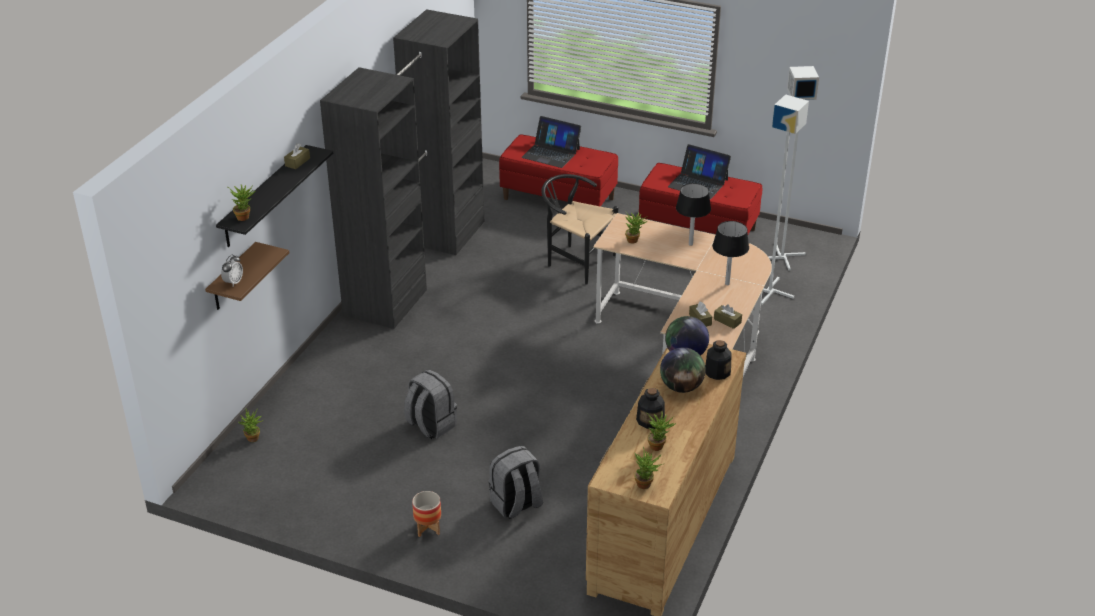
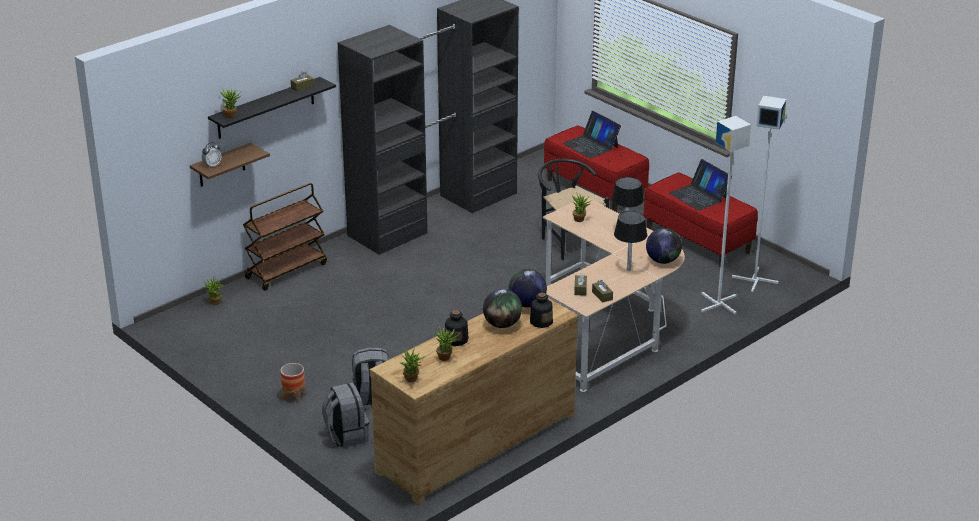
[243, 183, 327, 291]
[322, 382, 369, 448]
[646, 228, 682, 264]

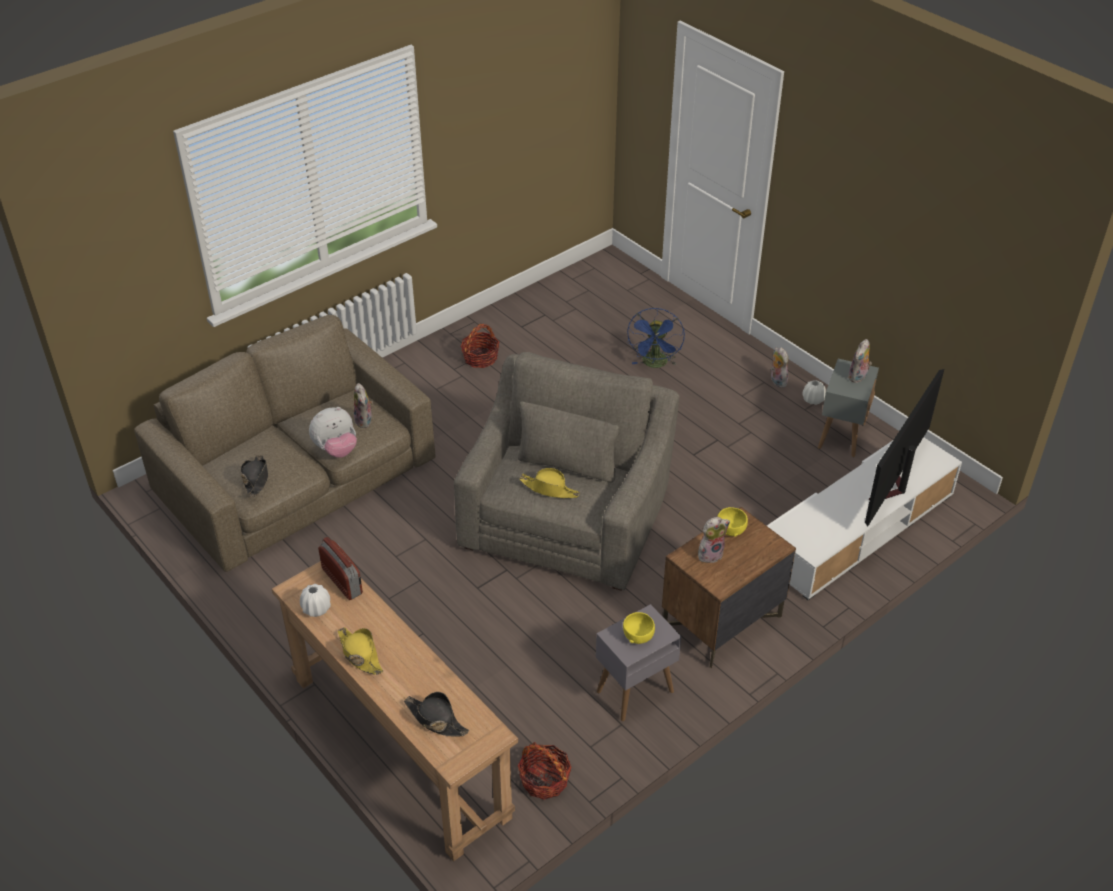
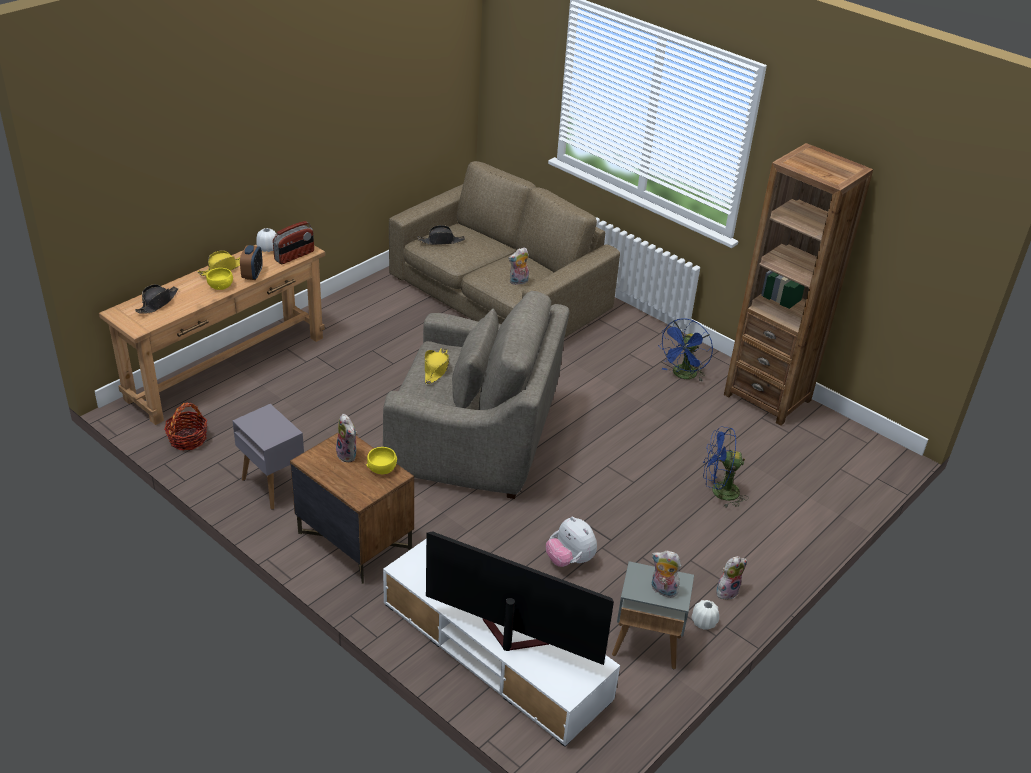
[206, 268, 233, 290]
[240, 245, 263, 280]
[546, 516, 597, 567]
[658, 318, 713, 382]
[724, 143, 873, 425]

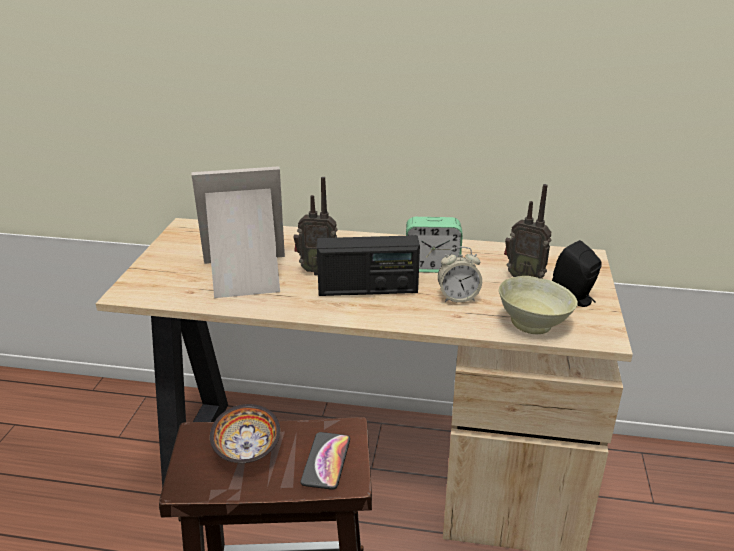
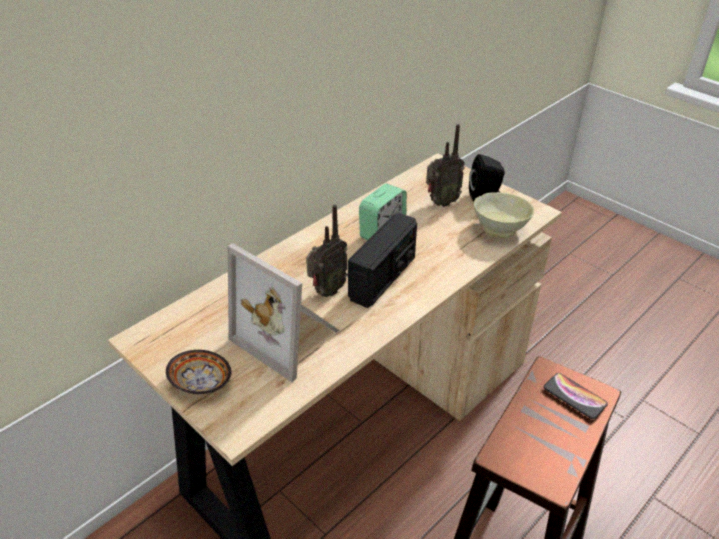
[166, 350, 231, 394]
[228, 243, 340, 382]
[438, 247, 482, 303] (first image)

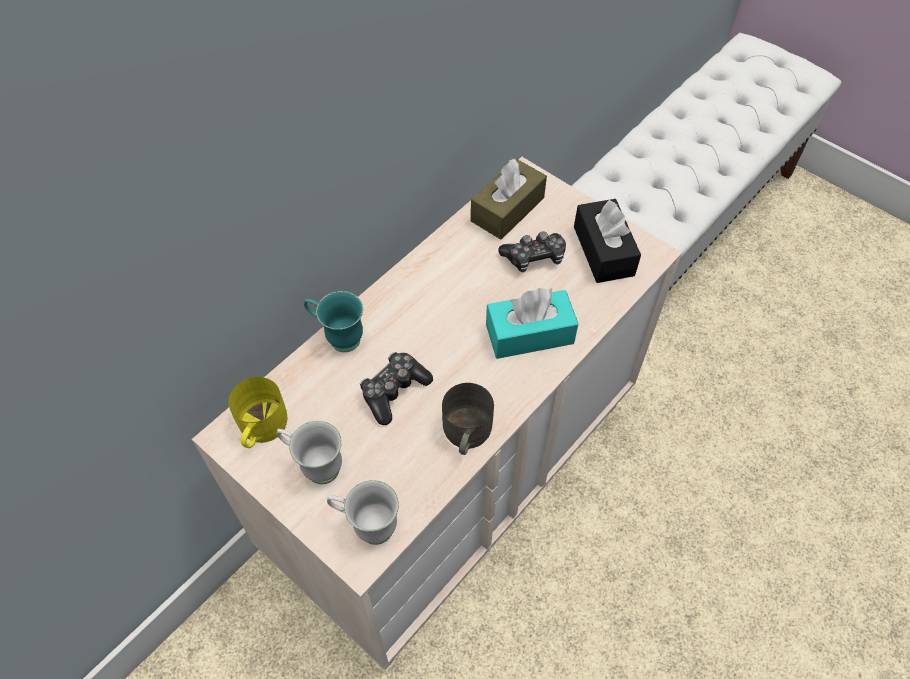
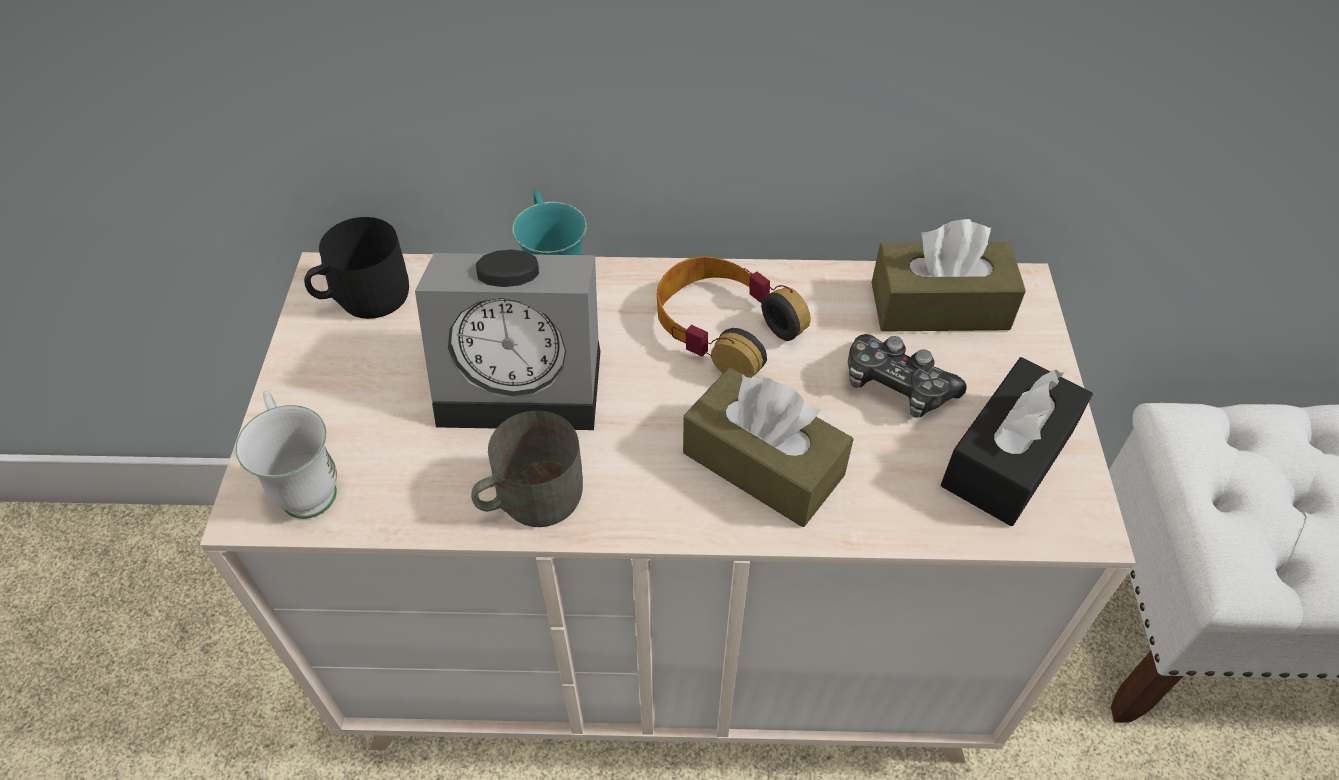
[304, 217, 409, 319]
[415, 249, 600, 430]
[657, 256, 811, 378]
[683, 368, 854, 527]
[277, 421, 342, 484] (first image)

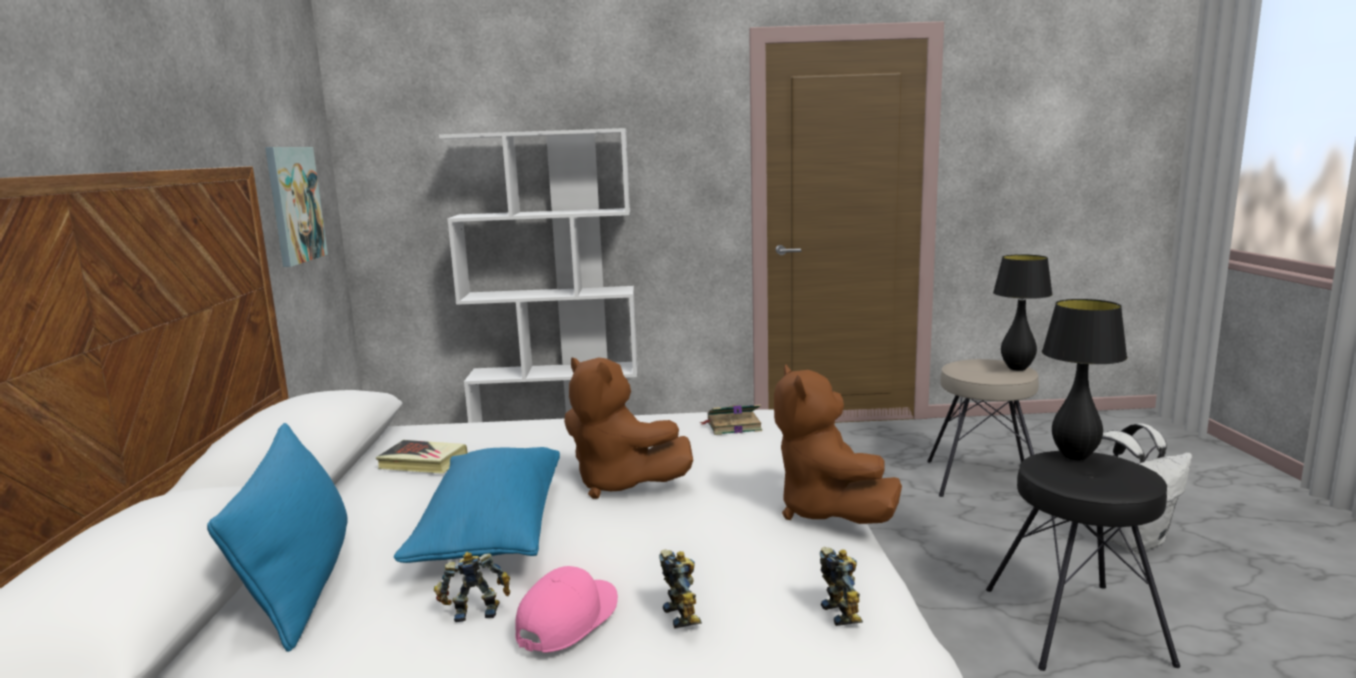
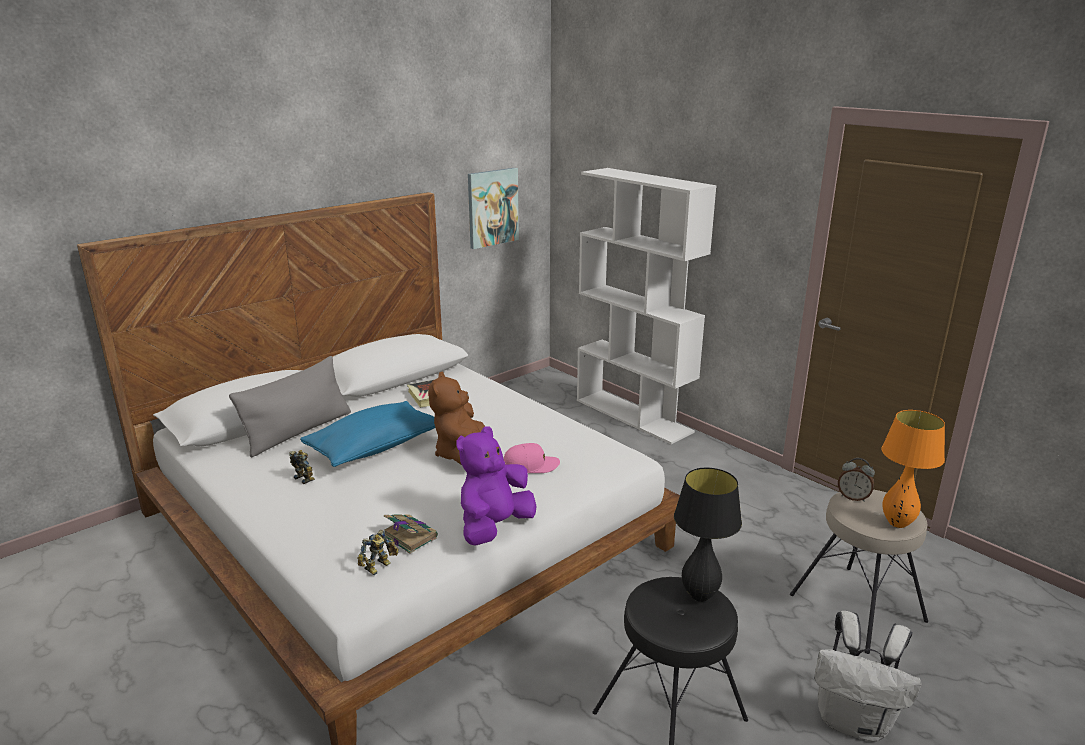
[229, 356, 351, 457]
[384, 514, 438, 554]
[456, 427, 536, 546]
[504, 443, 560, 473]
[838, 458, 875, 502]
[881, 410, 945, 528]
[659, 549, 702, 628] (first image)

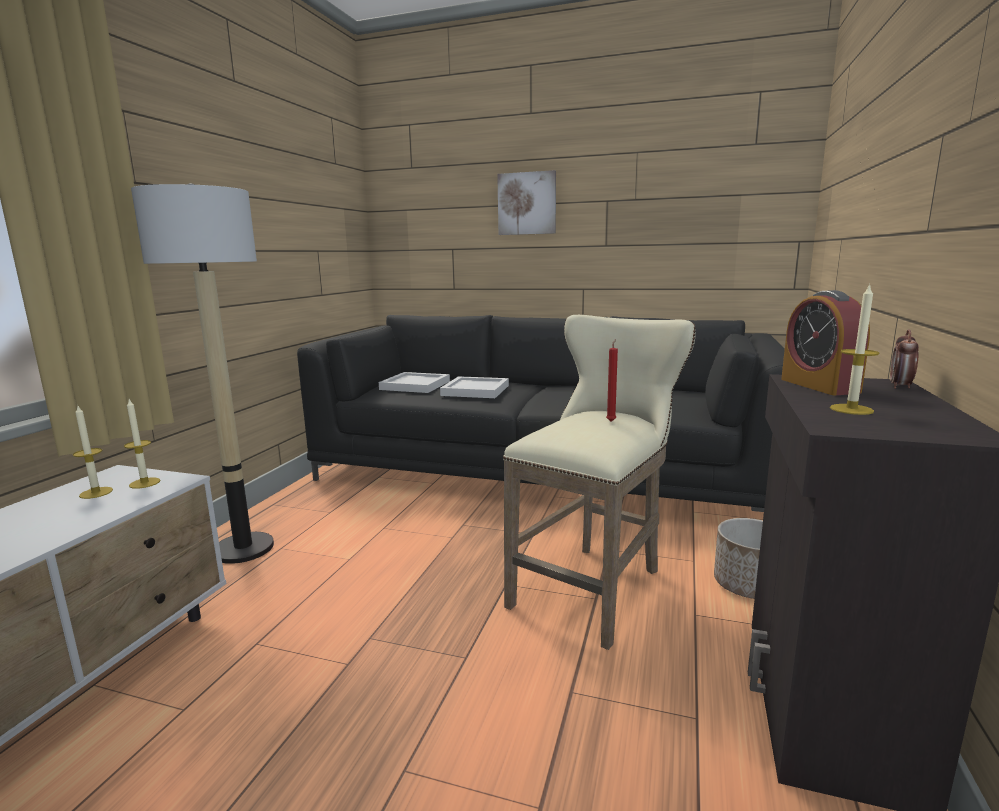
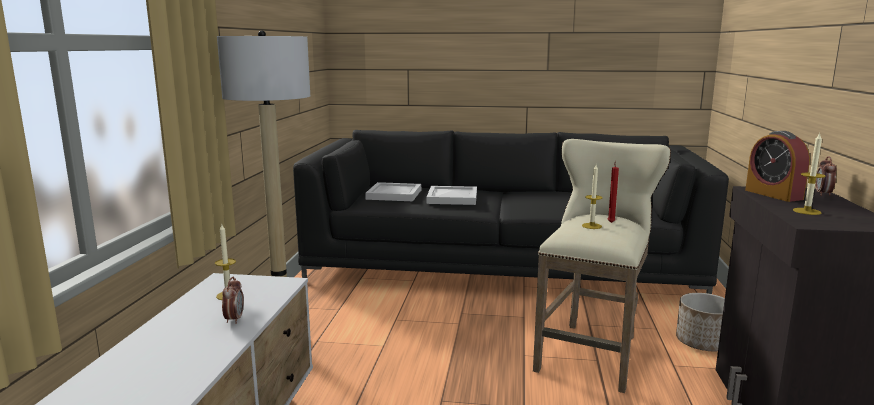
[222, 277, 244, 324]
[582, 165, 602, 229]
[497, 170, 556, 235] (first image)

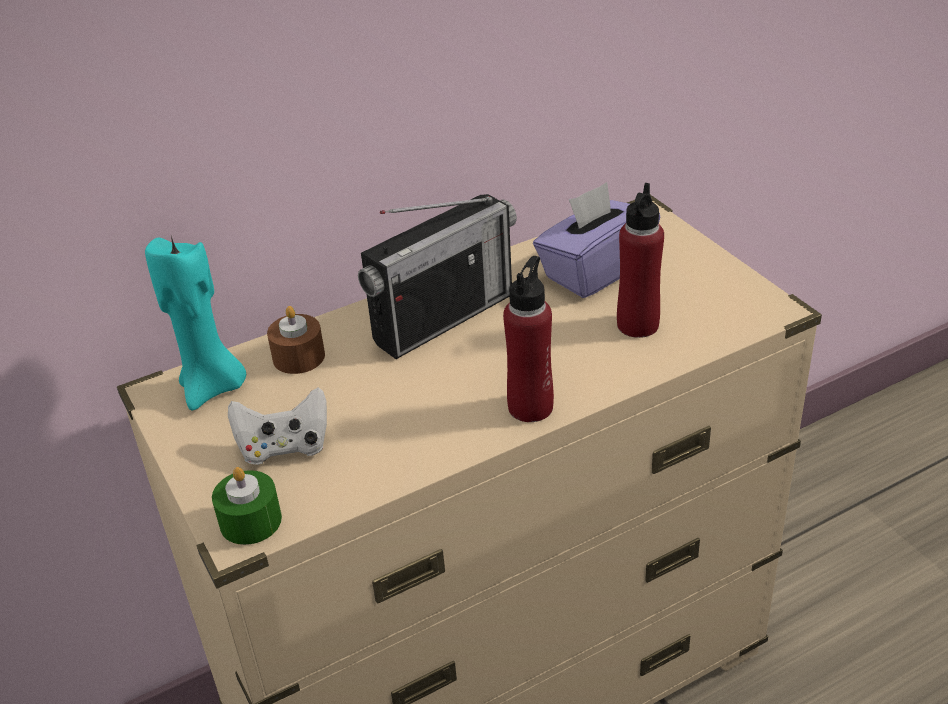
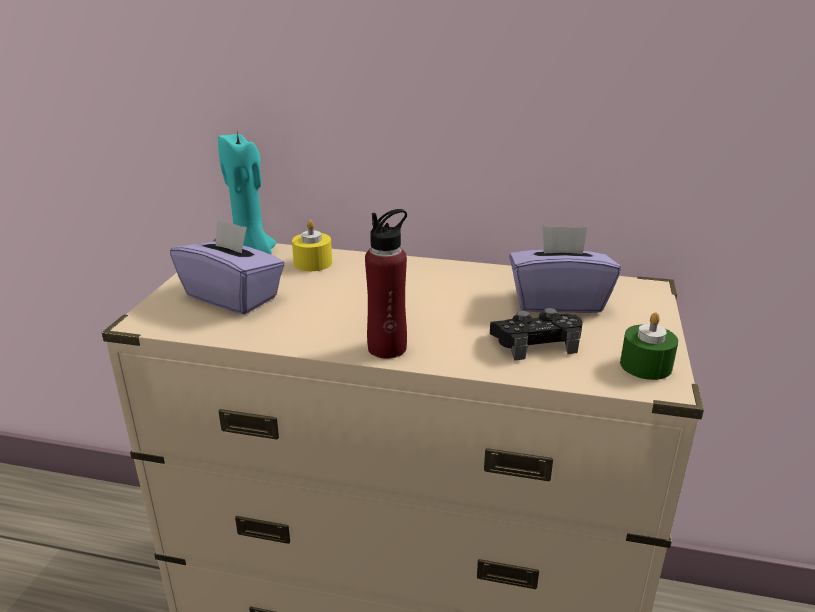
[170, 219, 285, 314]
[292, 220, 332, 271]
[490, 308, 583, 361]
[620, 312, 678, 380]
[358, 194, 517, 359] (first image)

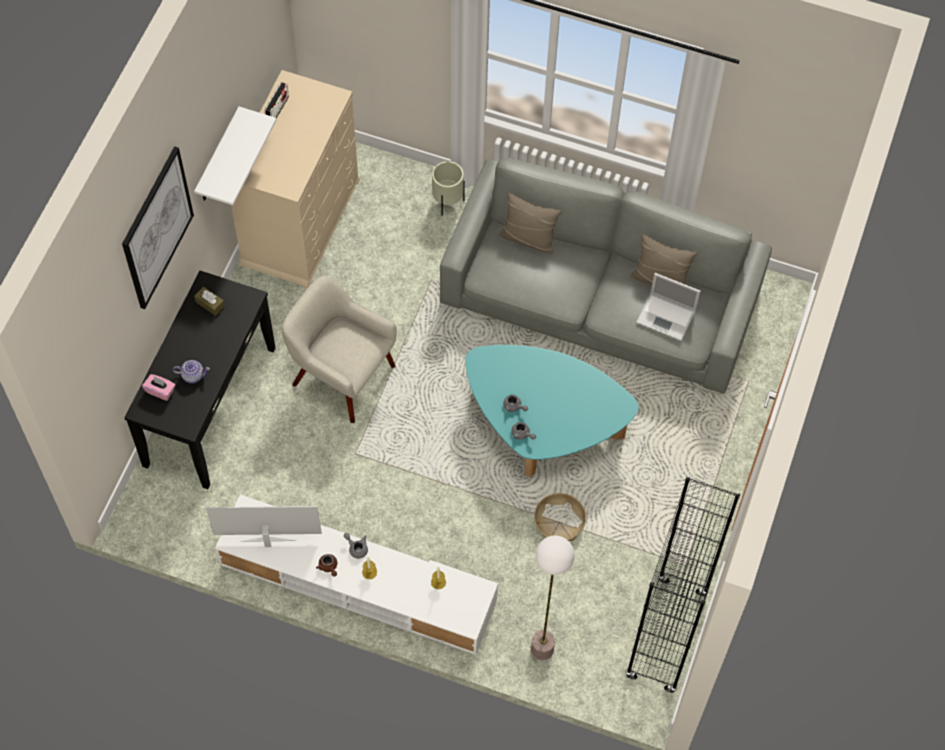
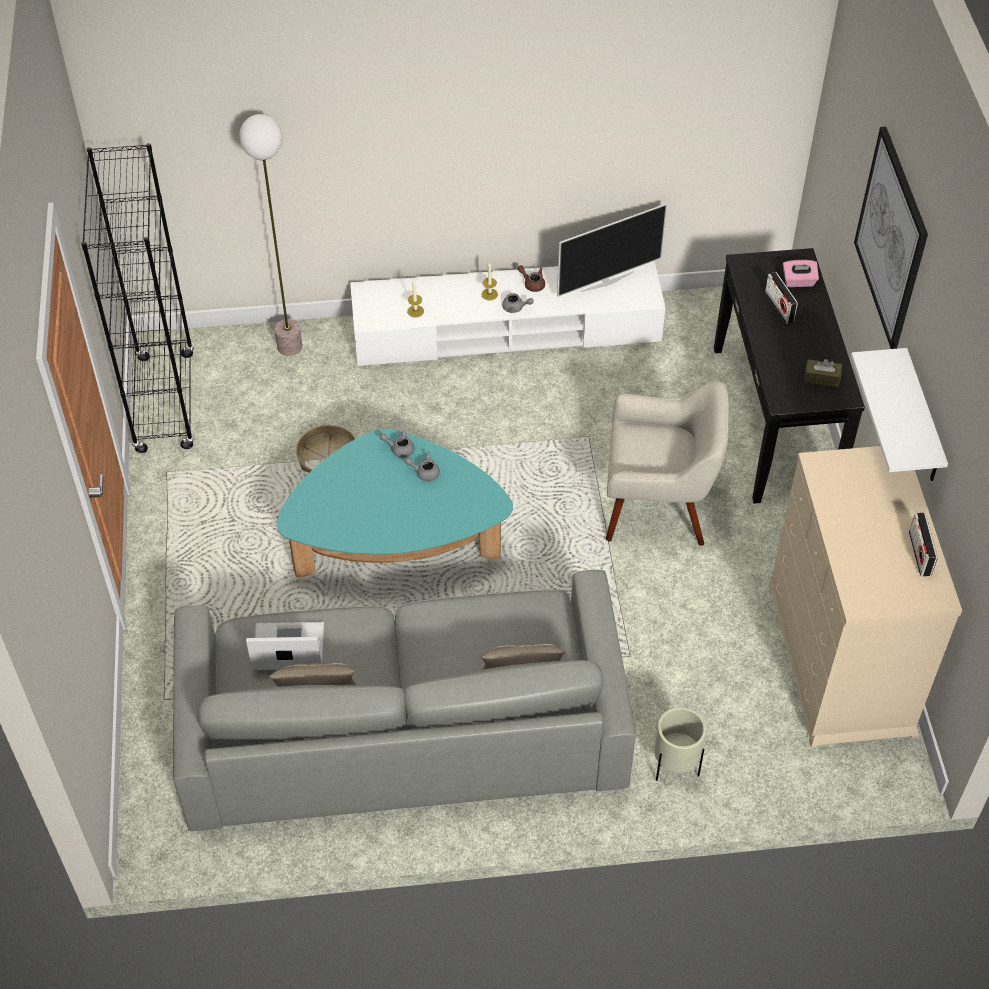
[765, 272, 798, 324]

